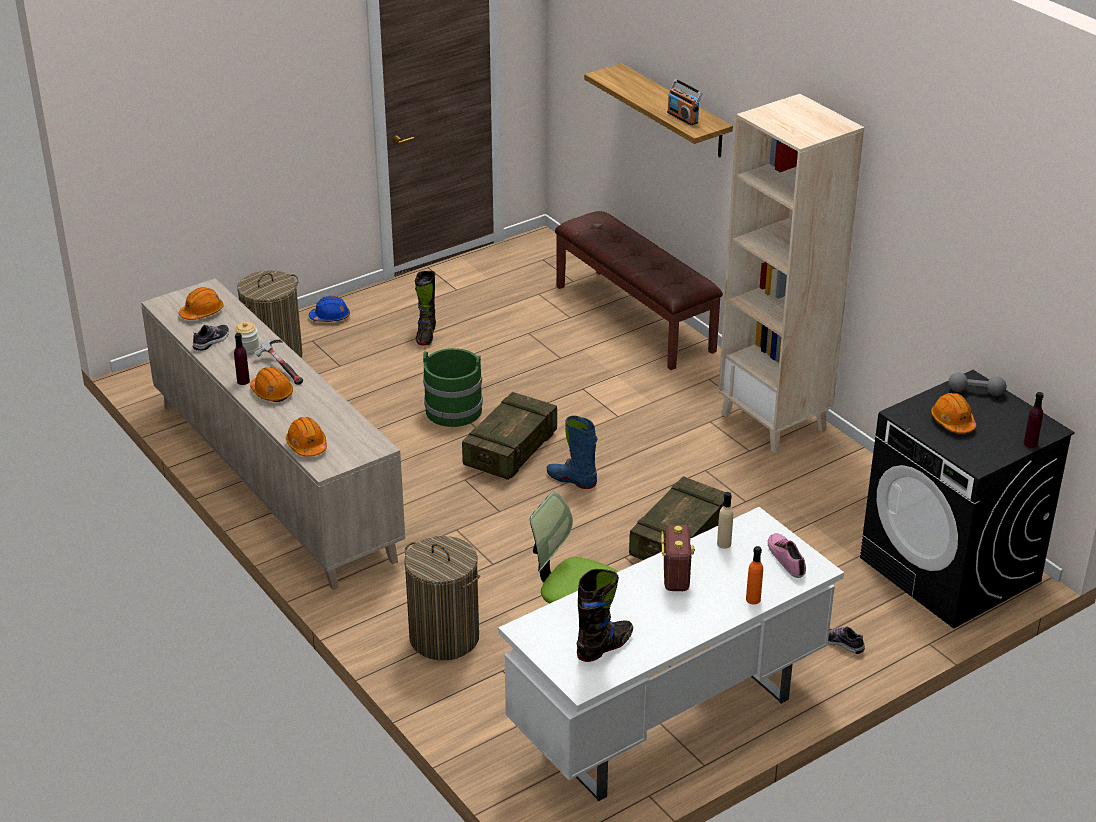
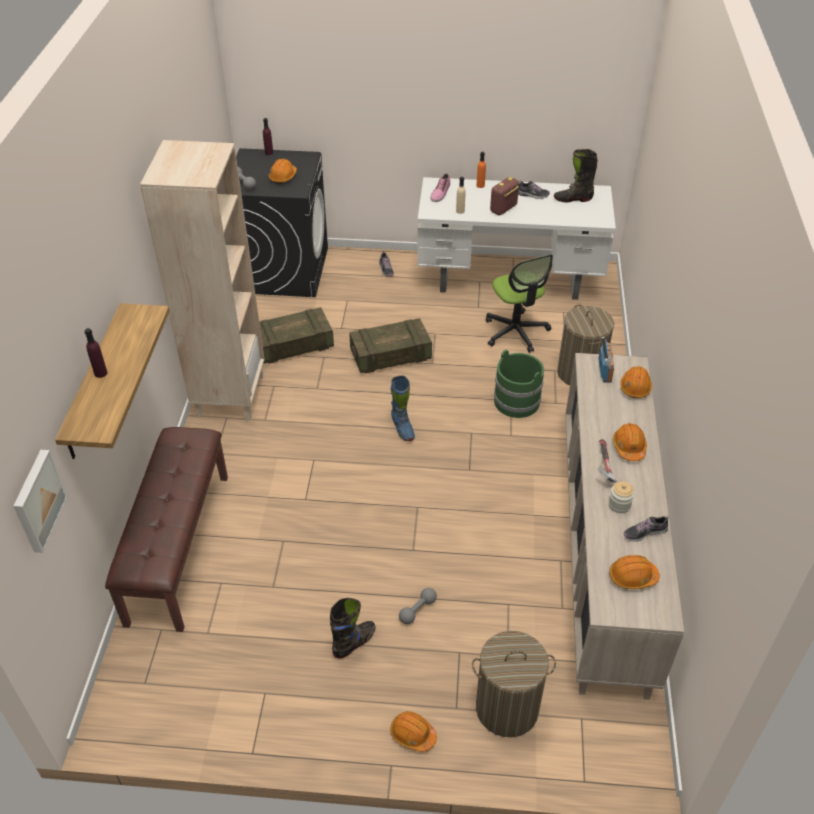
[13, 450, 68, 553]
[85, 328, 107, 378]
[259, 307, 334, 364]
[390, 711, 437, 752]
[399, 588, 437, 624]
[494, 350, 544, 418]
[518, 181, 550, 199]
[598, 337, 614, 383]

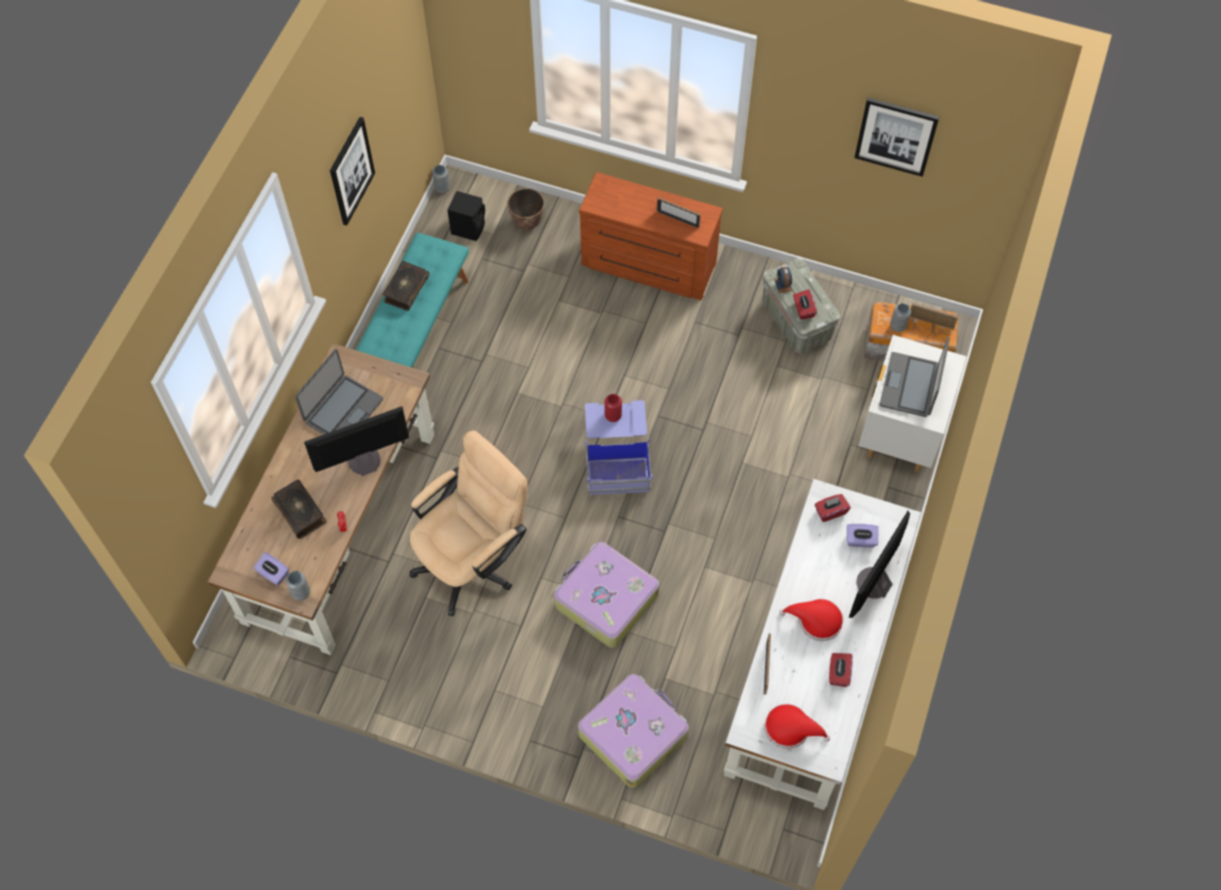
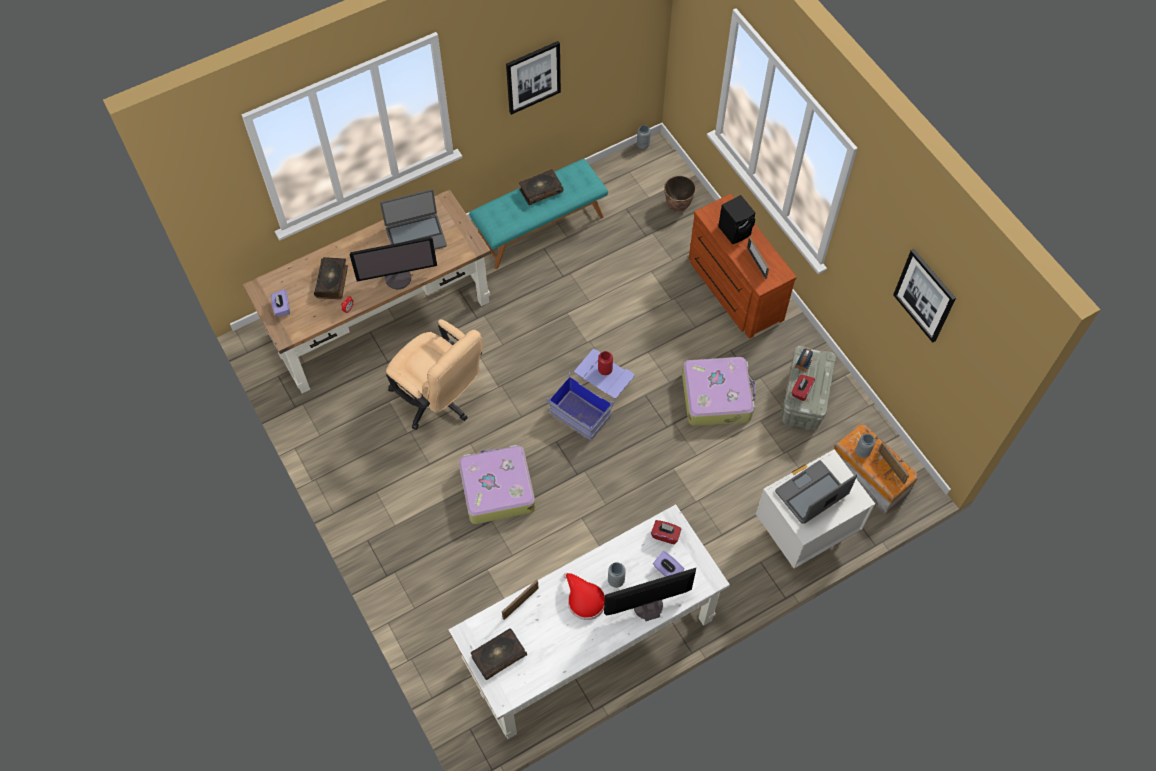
[349, 237, 437, 289]
[386, 319, 483, 430]
[471, 628, 527, 680]
[608, 562, 626, 588]
[682, 357, 756, 426]
[718, 195, 756, 244]
[829, 653, 853, 687] (first image)

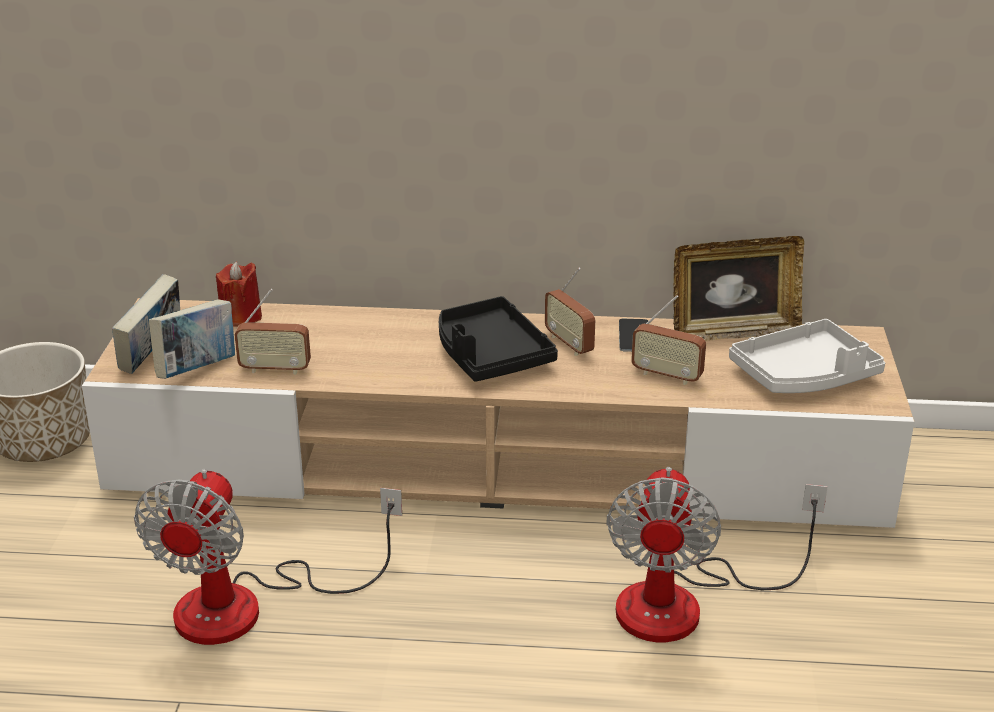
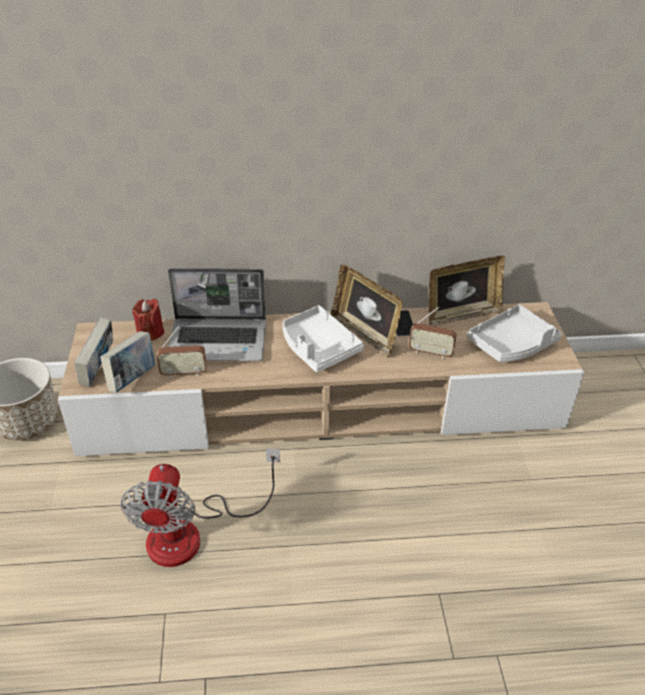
[168, 268, 266, 361]
[282, 305, 364, 372]
[331, 264, 403, 358]
[606, 467, 828, 642] (first image)

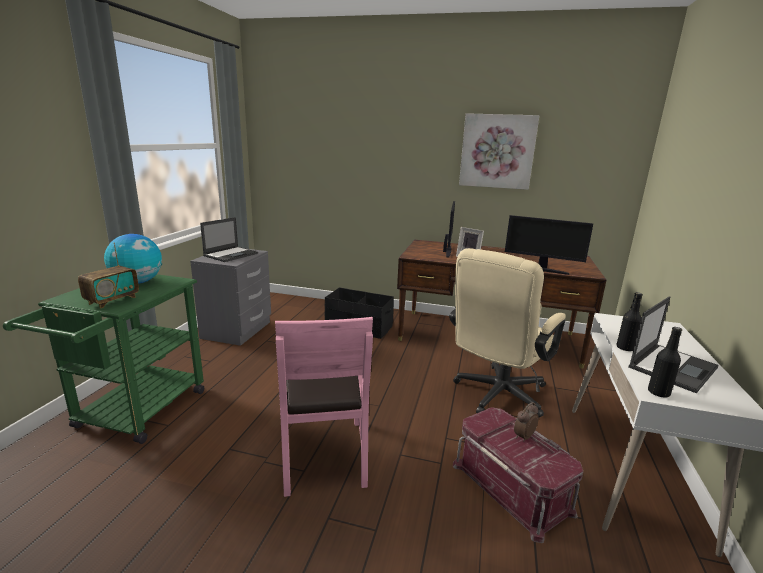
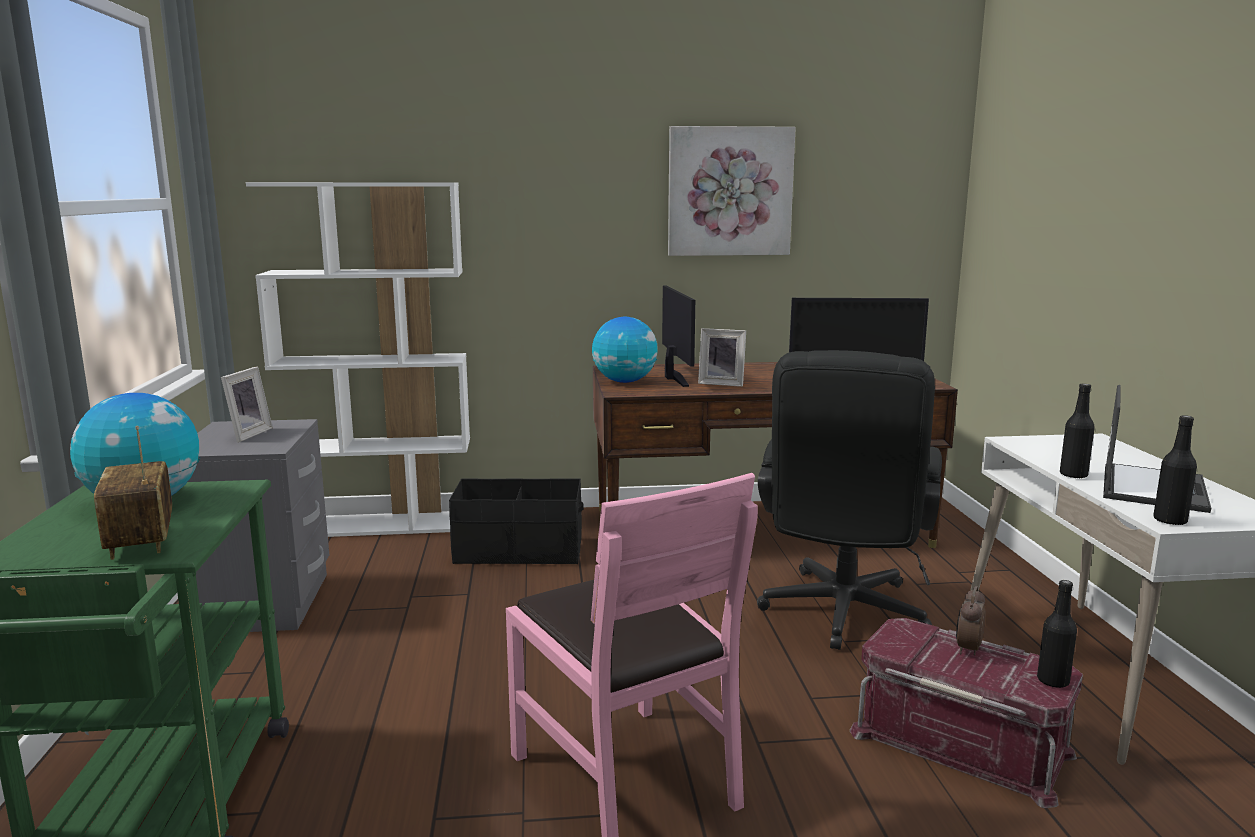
[94, 426, 172, 560]
[221, 366, 273, 442]
[246, 182, 470, 537]
[592, 317, 658, 383]
[757, 350, 942, 650]
[1037, 580, 1077, 688]

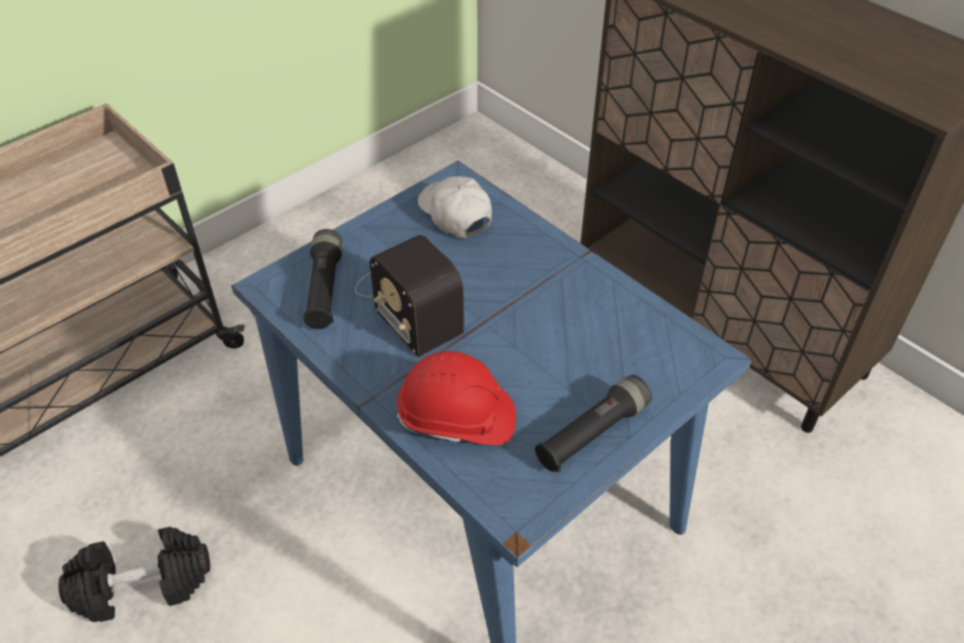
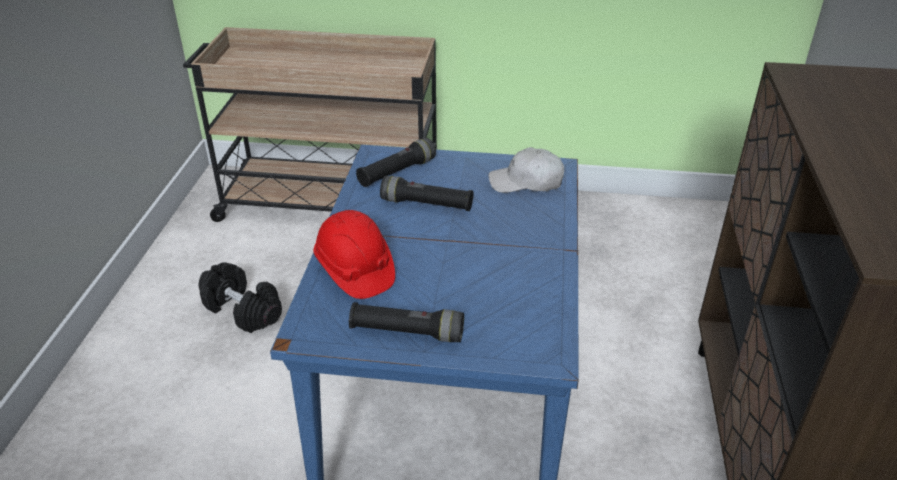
[380, 176, 474, 211]
[489, 147, 564, 193]

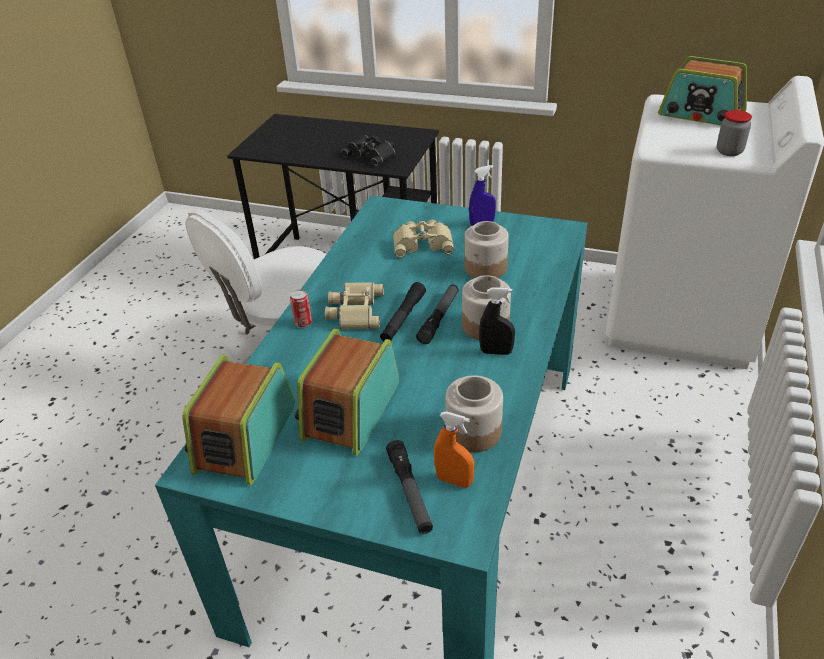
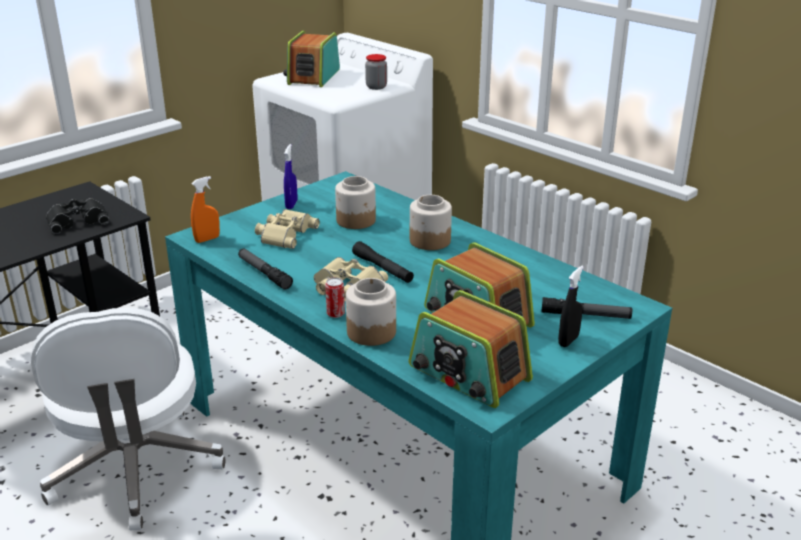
[191, 176, 220, 243]
[238, 248, 293, 290]
[283, 31, 340, 87]
[346, 278, 396, 346]
[558, 266, 584, 347]

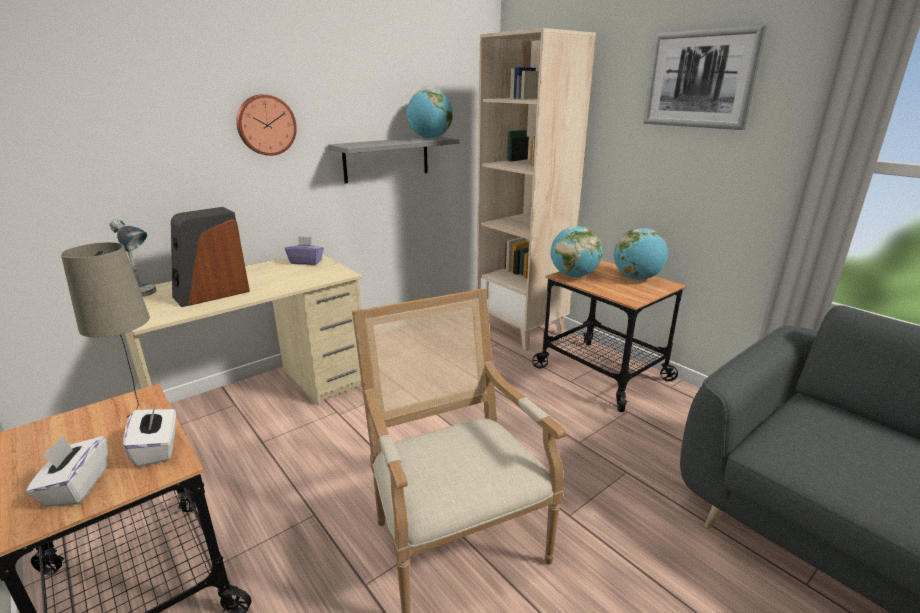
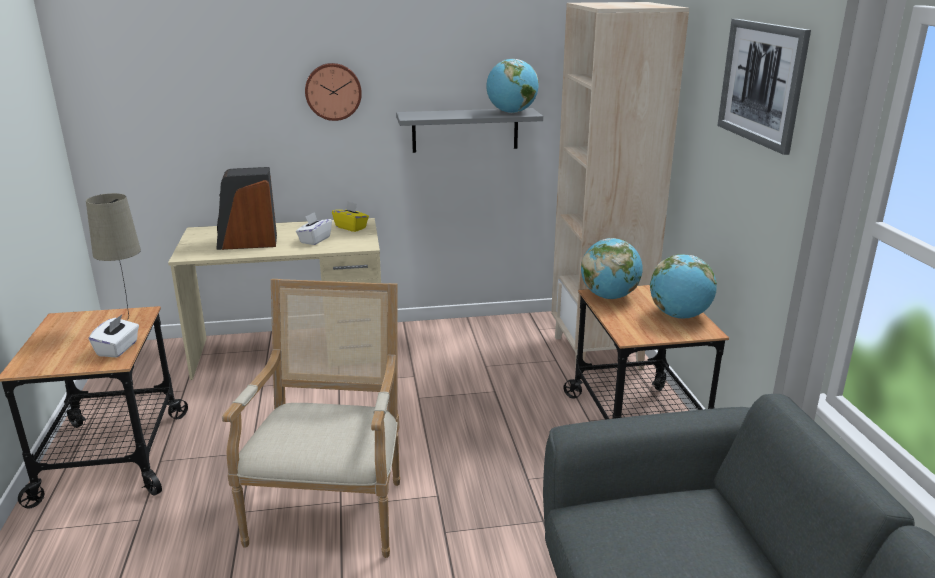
[296, 212, 332, 245]
[332, 202, 369, 232]
[110, 219, 157, 297] (first image)

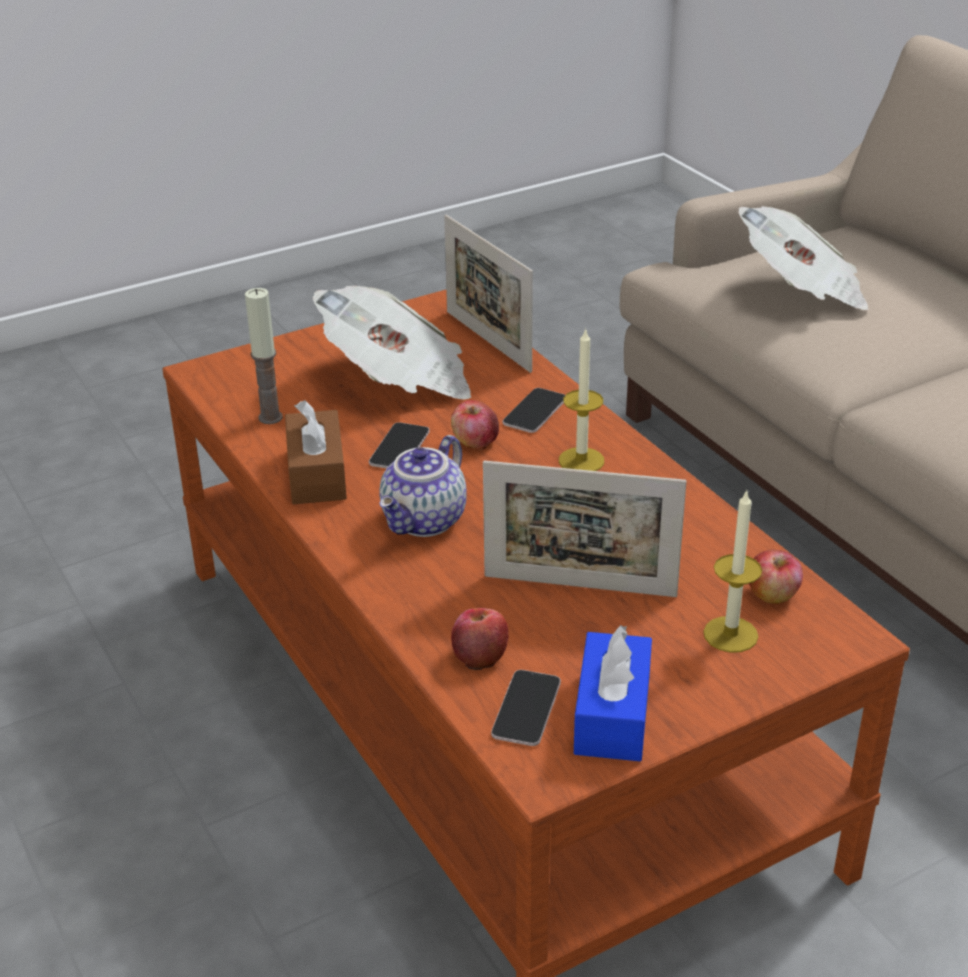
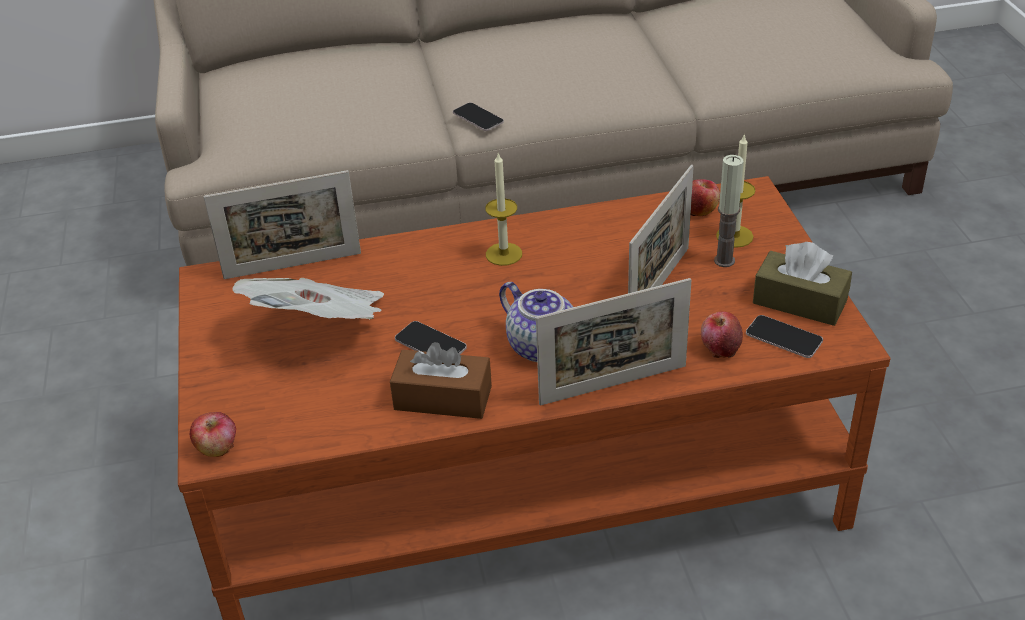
[190, 412, 236, 457]
[453, 102, 504, 131]
[536, 278, 692, 406]
[714, 155, 744, 267]
[753, 242, 852, 326]
[738, 206, 869, 310] (first image)

